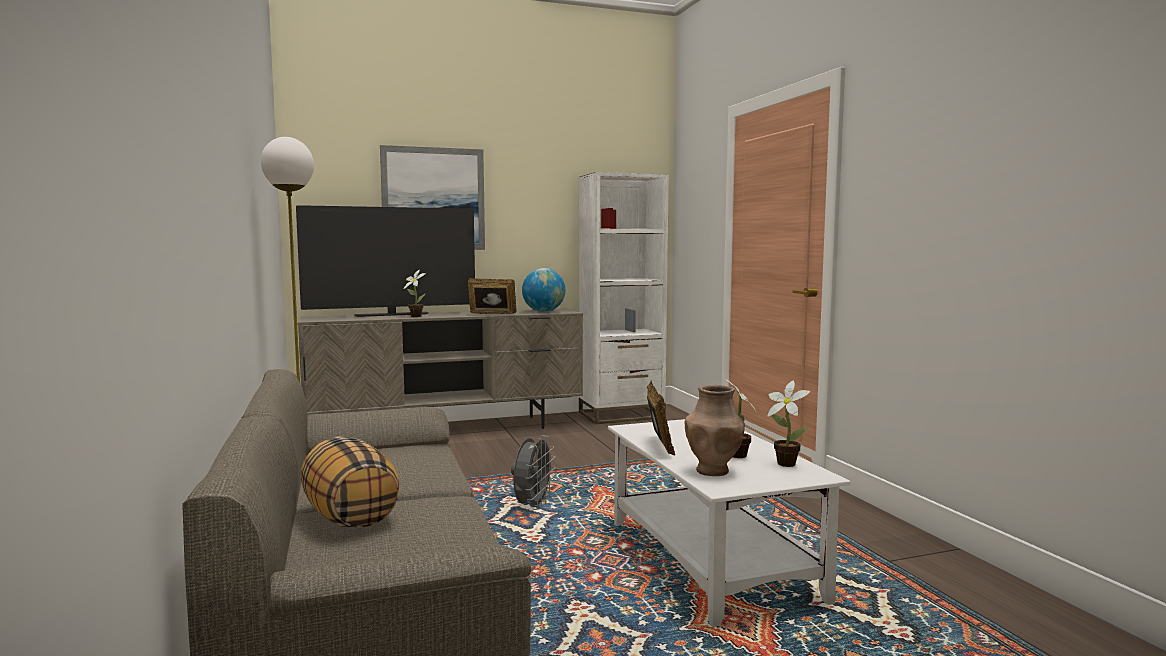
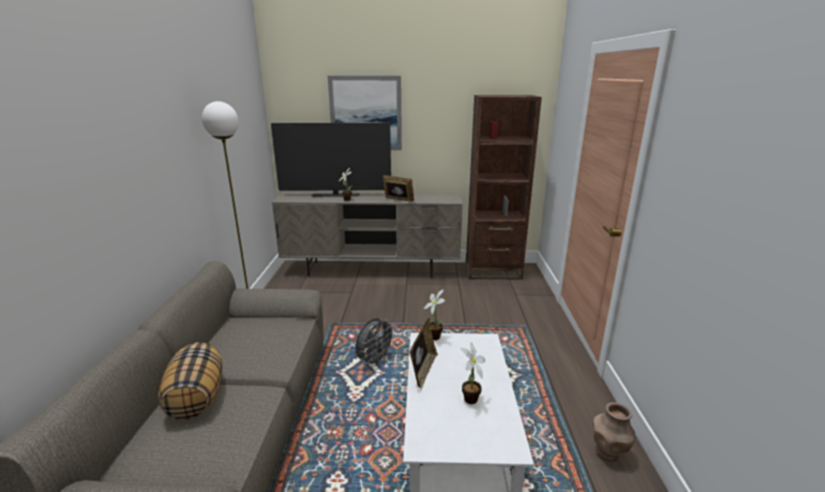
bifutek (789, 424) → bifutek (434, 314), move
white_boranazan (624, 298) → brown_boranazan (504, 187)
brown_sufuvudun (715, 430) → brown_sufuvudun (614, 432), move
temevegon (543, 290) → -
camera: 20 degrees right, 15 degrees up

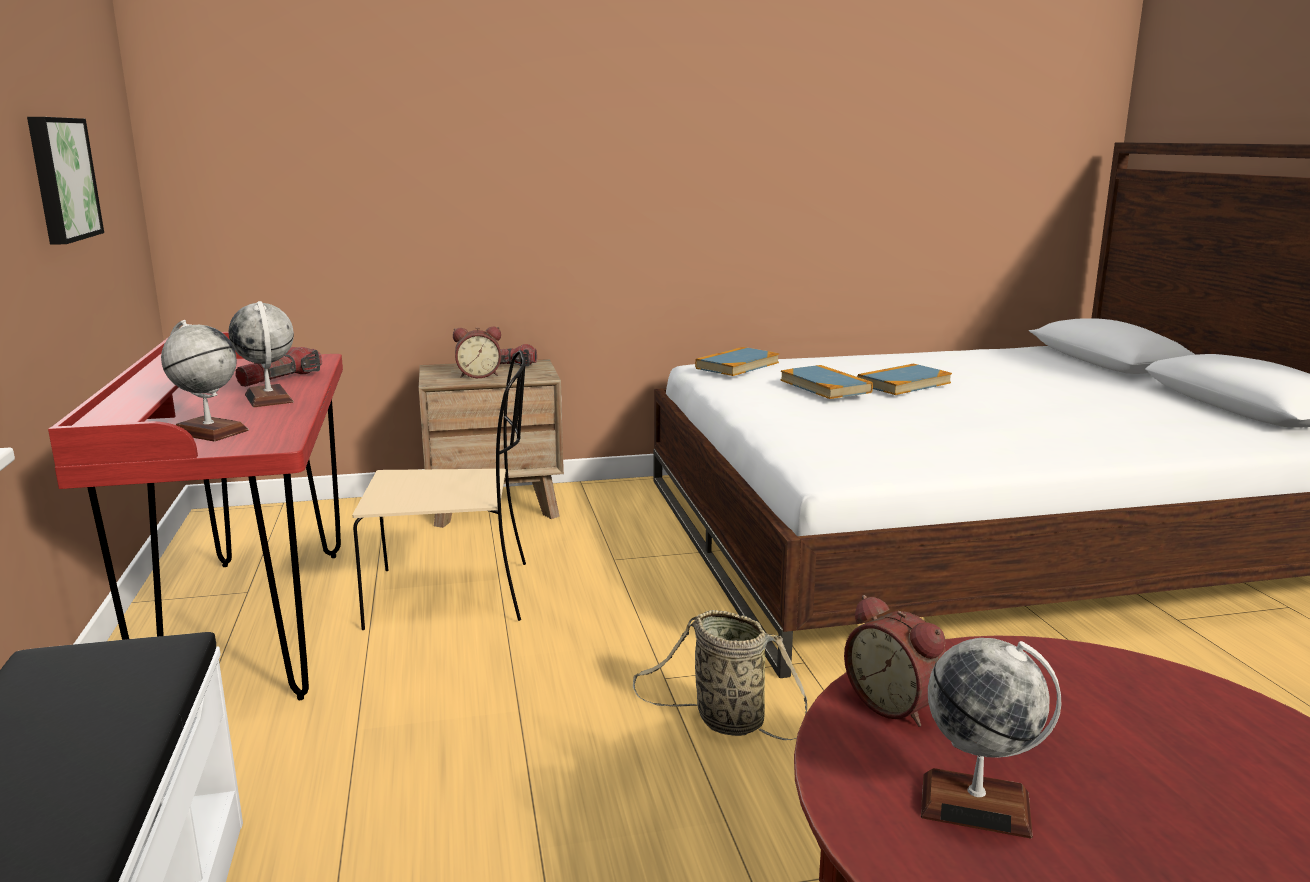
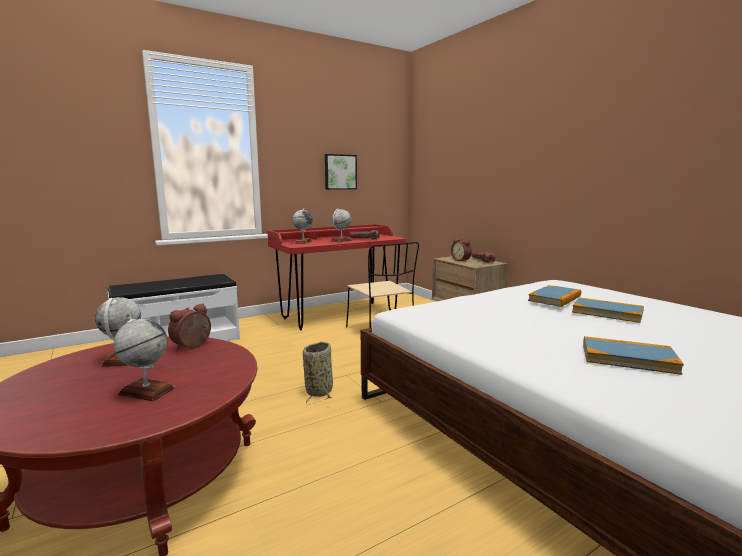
- → temevegon (144, 358)
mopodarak (737, 361) → mopodarak (633, 355), move
camera: 70 degrees right, 5 degrees down

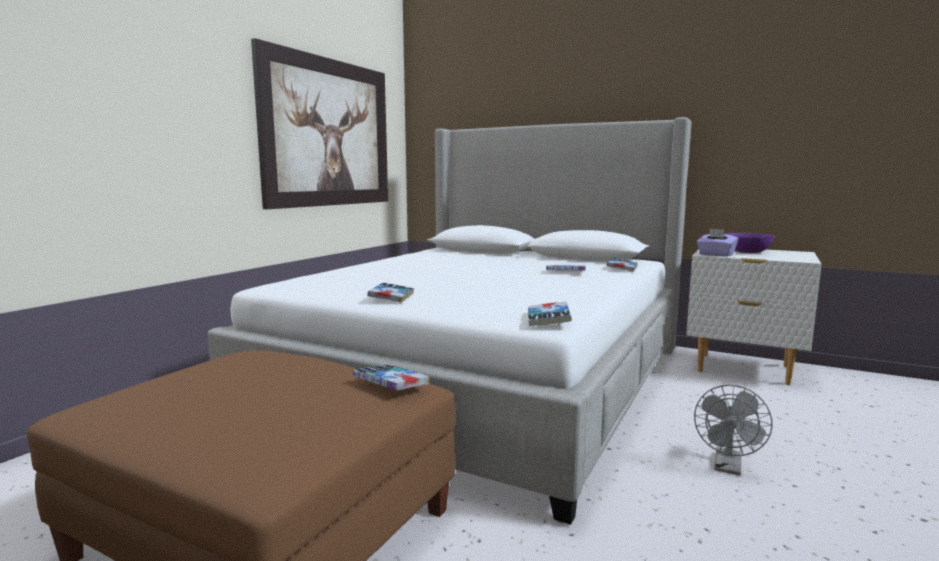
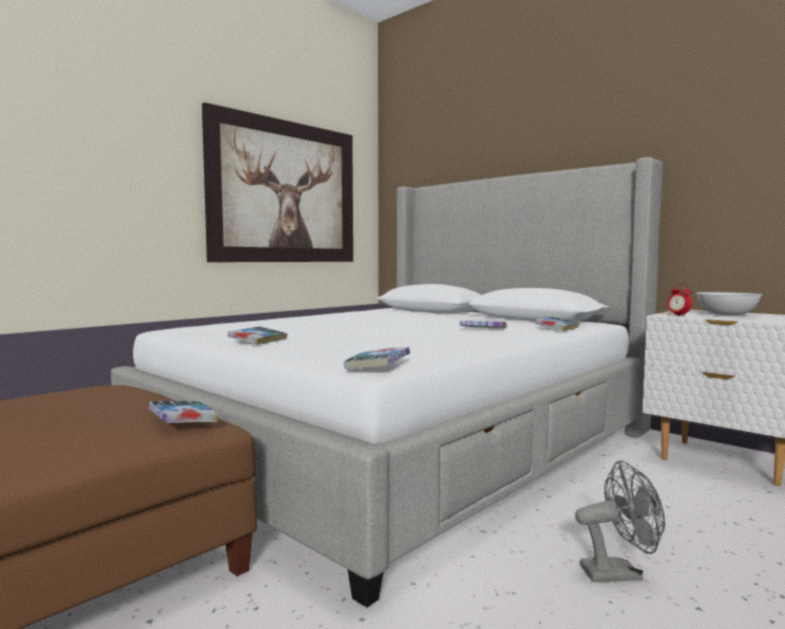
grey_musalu (733, 430) → grey_musalu (620, 521), 135 degrees counterclockwise
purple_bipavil (717, 242) → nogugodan (679, 300)
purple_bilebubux (750, 243) → white_bilebubux (729, 303)
camera: 15 degrees right, 5 degrees down

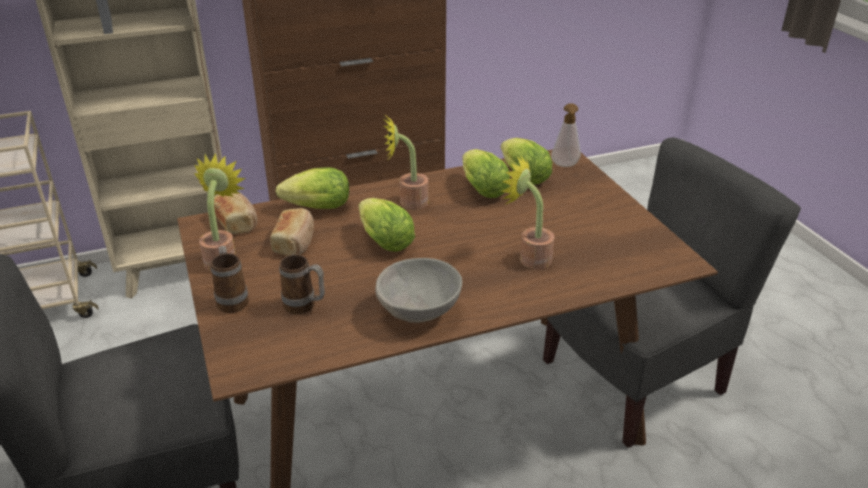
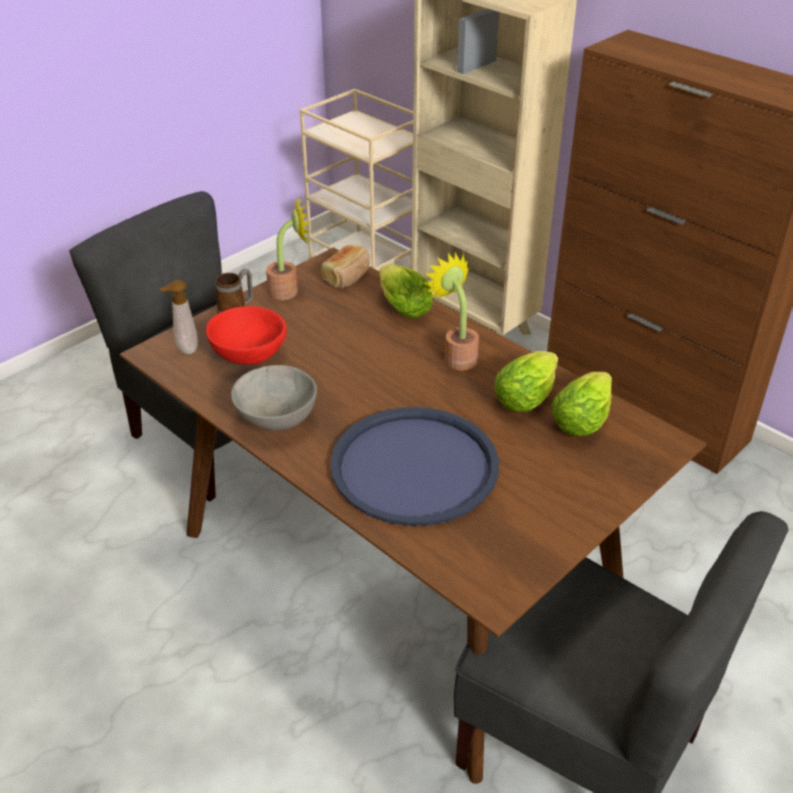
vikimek (566, 135) → vikimek (178, 317), move
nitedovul (302, 284) → red_bilebubux (246, 335)
bifutek (527, 213) → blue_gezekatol (414, 466)
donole (292, 232) → -
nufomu (387, 225) → -
camera: 65 degrees right, 5 degrees up

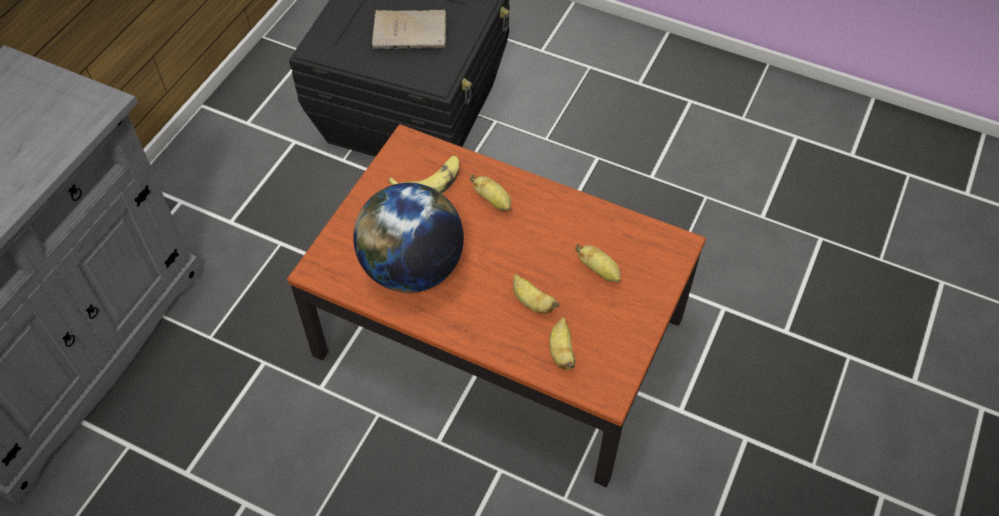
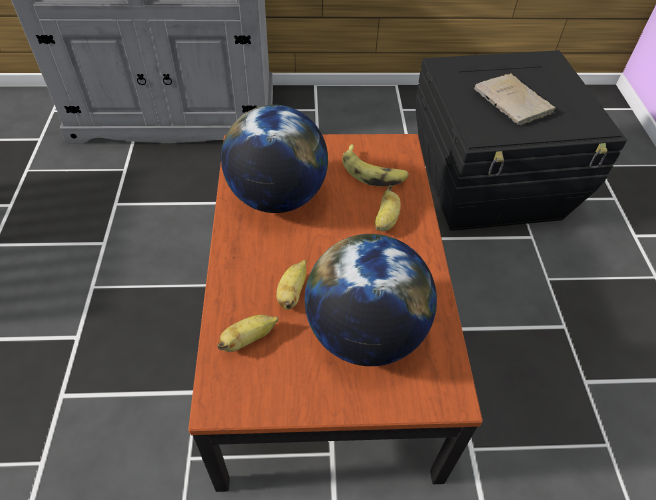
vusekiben (598, 263) → temevegon (371, 300)
camera: 60 degrees right, 5 degrees down

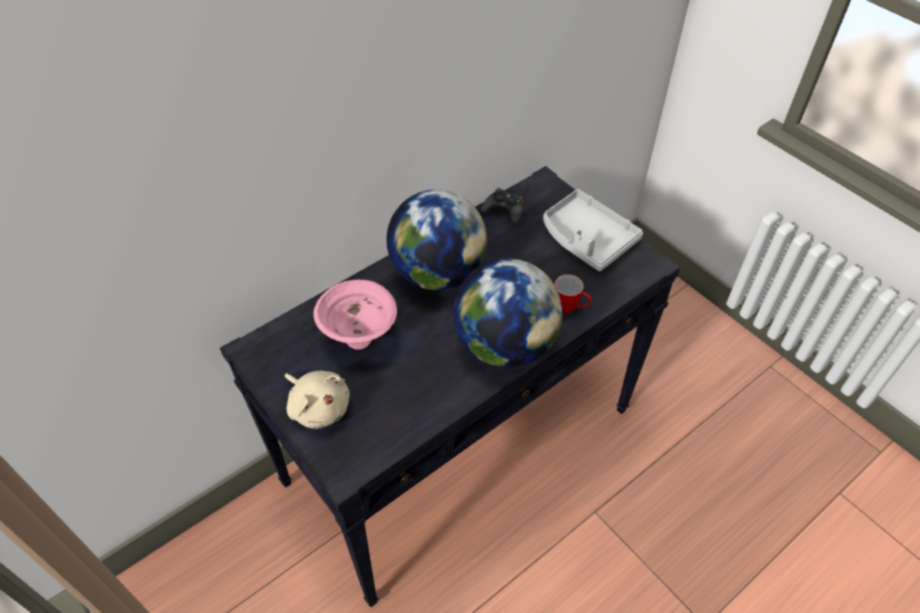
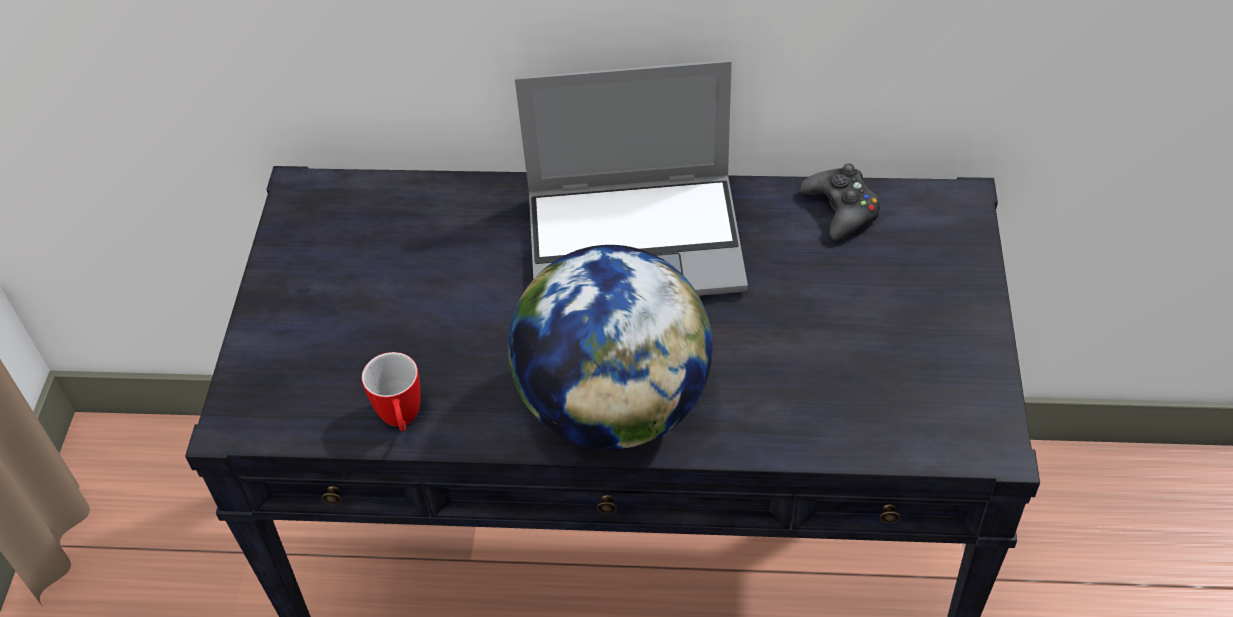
nitedovul (573, 293) → nitedovul (391, 391), move
temevegon (436, 239) → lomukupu (631, 178)
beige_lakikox (317, 400) → -
pink_bilebubux (355, 315) → -
grey_gezekatol (593, 230) → -
camera: 45 degrees right, 0 degrees up

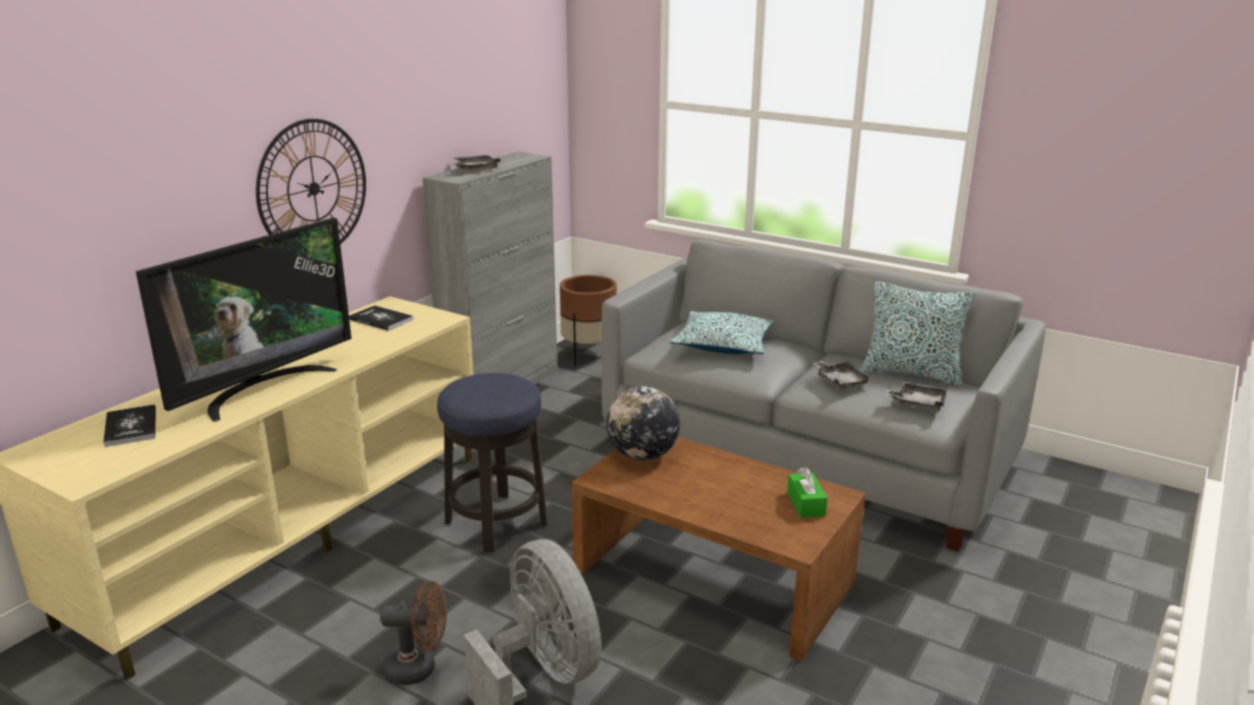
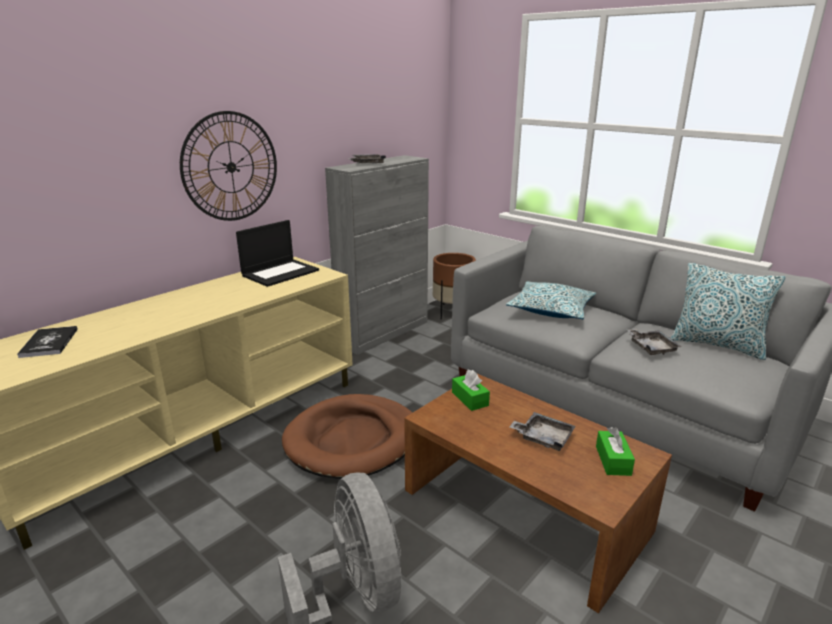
mopodarak (381, 318) → lomukupu (277, 253)
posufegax (492, 462) → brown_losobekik (347, 436)
temevegon (643, 423) → green_bipavil (471, 390)
grey_gezekatol (916, 396) → grey_gezekatol (542, 431), move
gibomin (244, 320) → -
brown_musalu (413, 633) → -
camera: 10 degrees right, 0 degrees up

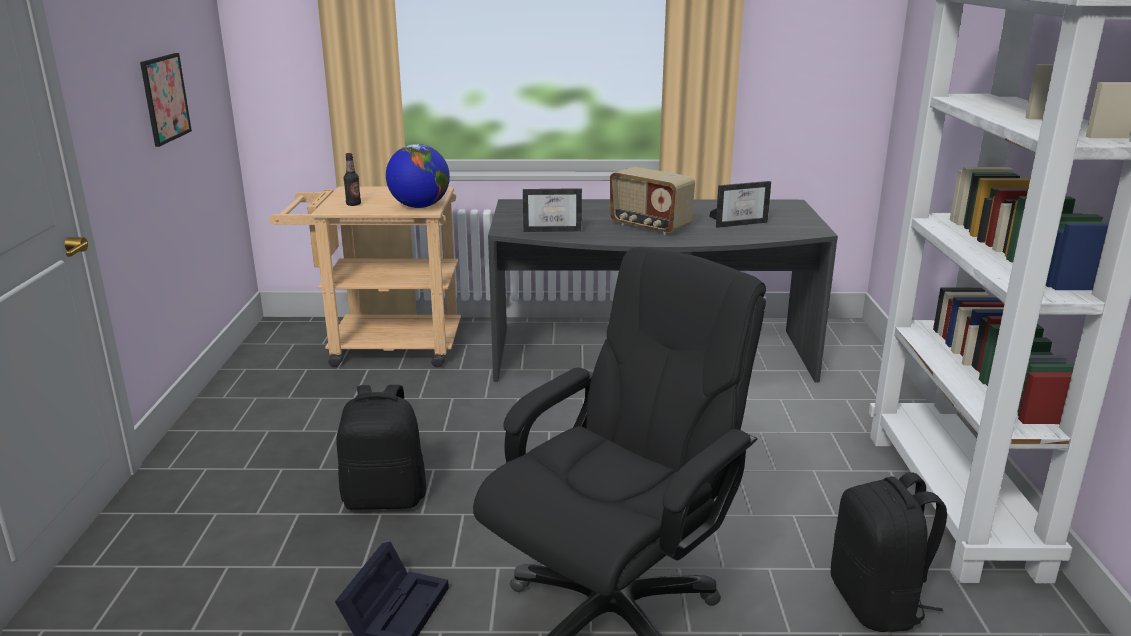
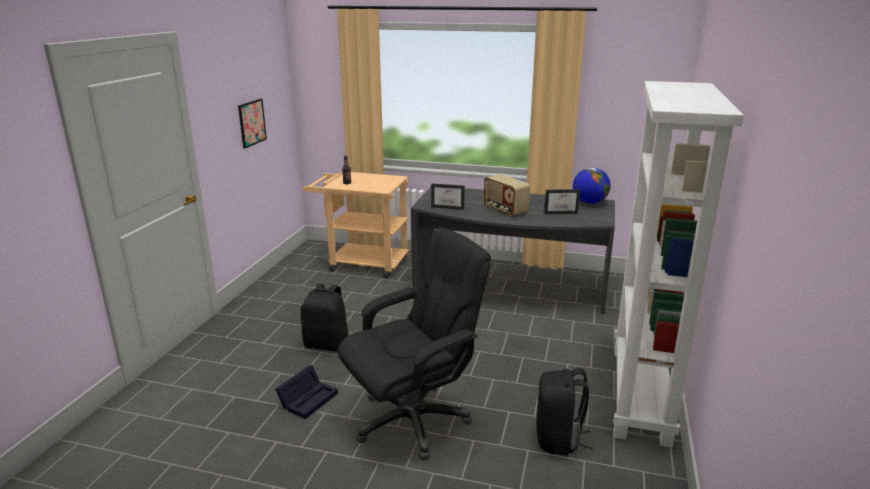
temevegon (418, 176) → temevegon (592, 185), move
camera: 15 degrees right, 0 degrees up

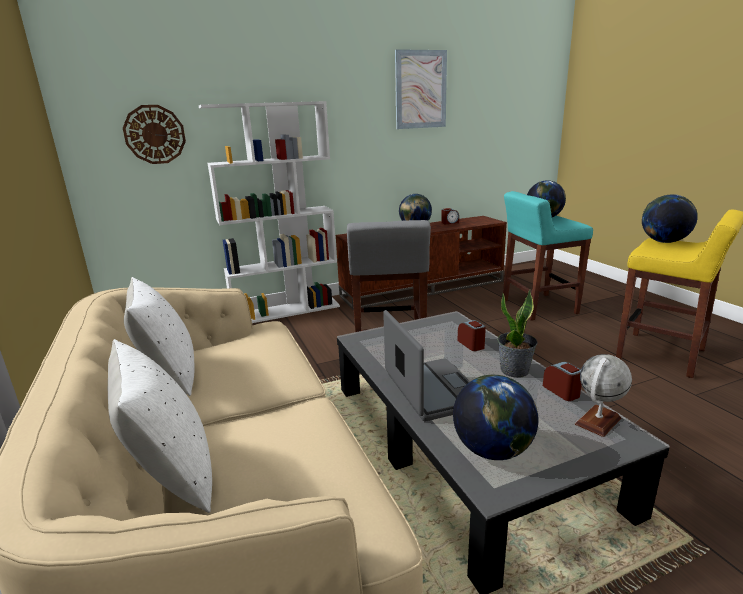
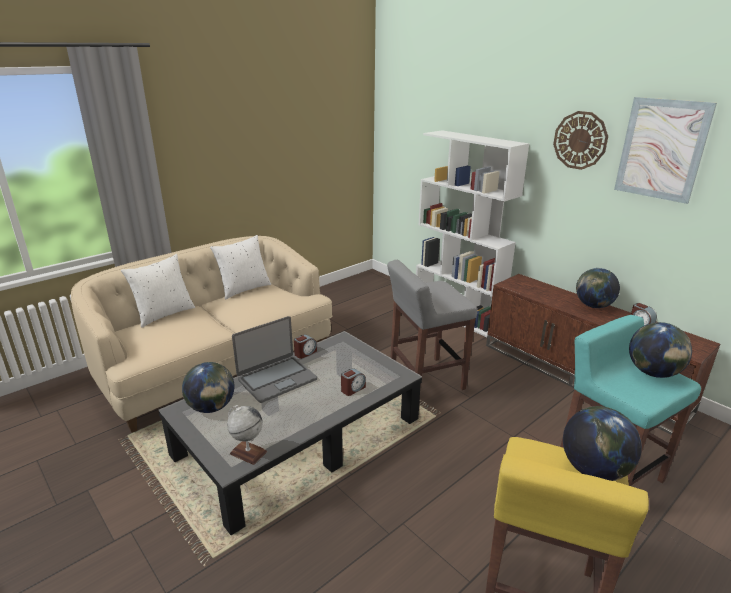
nogugodan (562, 381) → nogugodan (305, 347), move
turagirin (154, 134) → turagirin (580, 140), move
bifutek (518, 333) → -
camera: 70 degrees right, 5 degrees up

